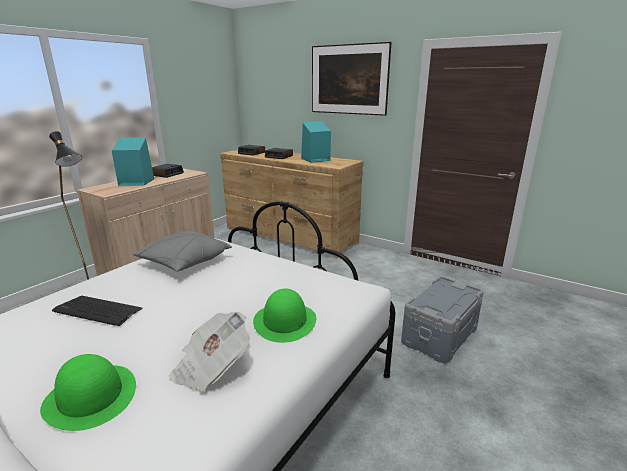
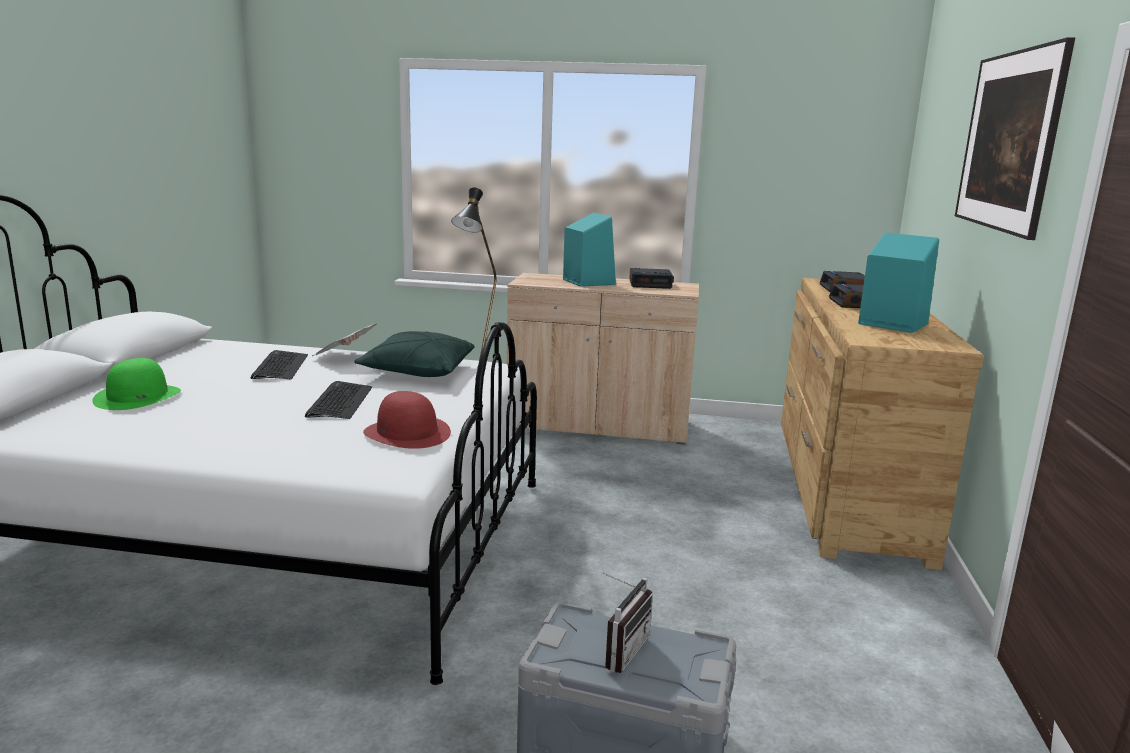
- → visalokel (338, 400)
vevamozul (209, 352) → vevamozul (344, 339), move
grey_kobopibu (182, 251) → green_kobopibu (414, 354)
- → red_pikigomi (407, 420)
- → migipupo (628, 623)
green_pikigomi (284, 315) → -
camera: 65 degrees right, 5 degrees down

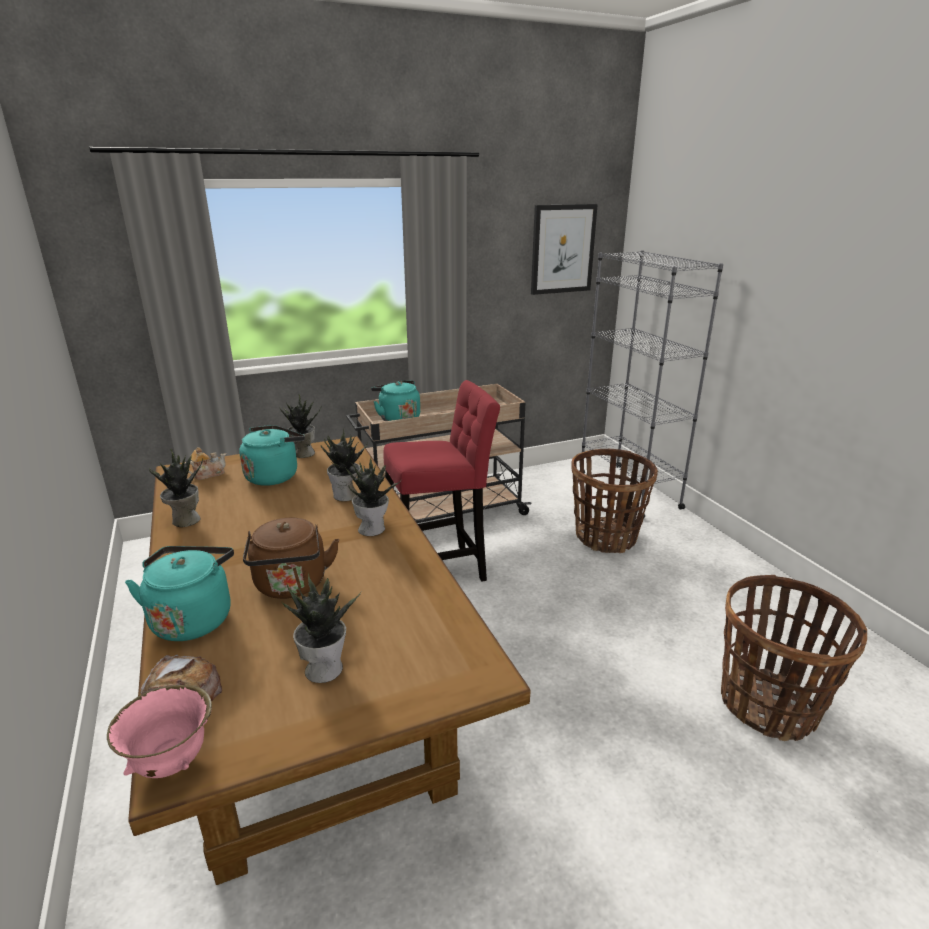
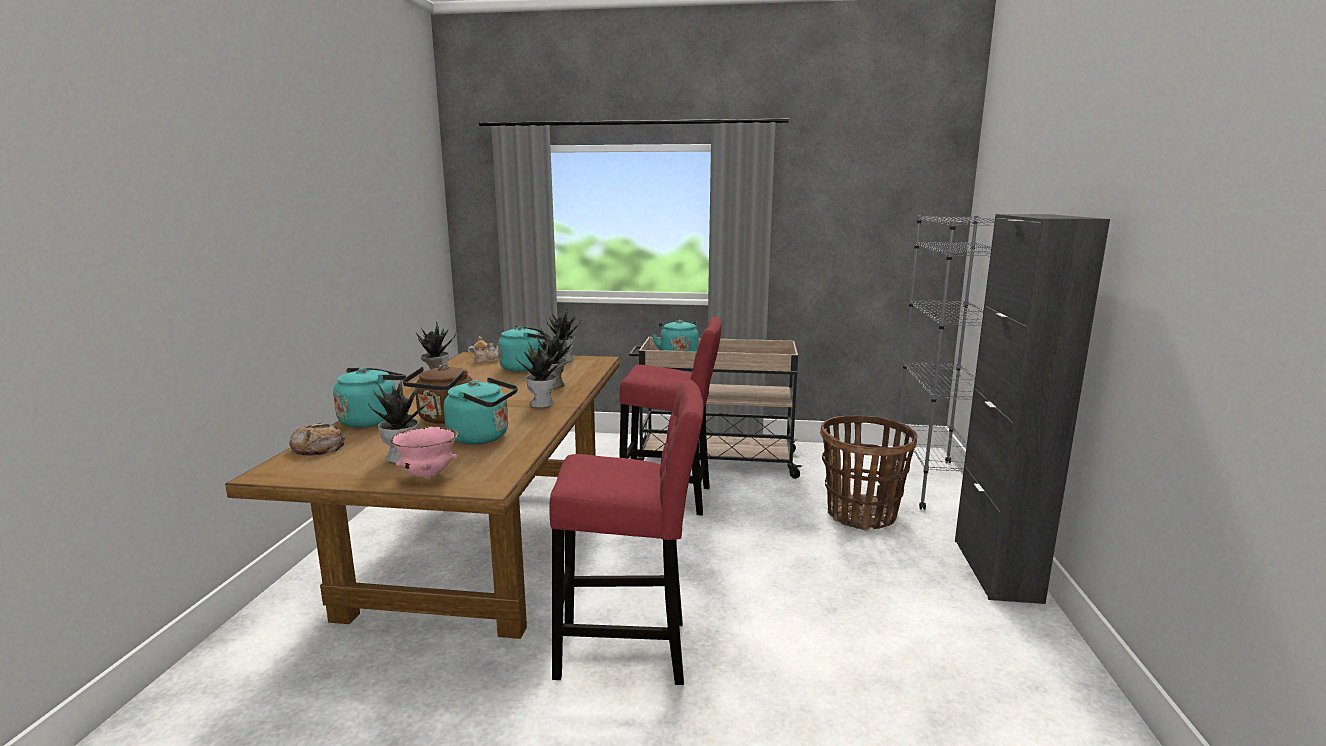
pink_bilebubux (159, 731) → pink_bilebubux (424, 452), move
- → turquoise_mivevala (481, 410)
- → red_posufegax (626, 532)
- → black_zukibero (1032, 409)
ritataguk (564, 249) → -
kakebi (794, 658) → -
camera: 30 degrees right, 10 degrees down

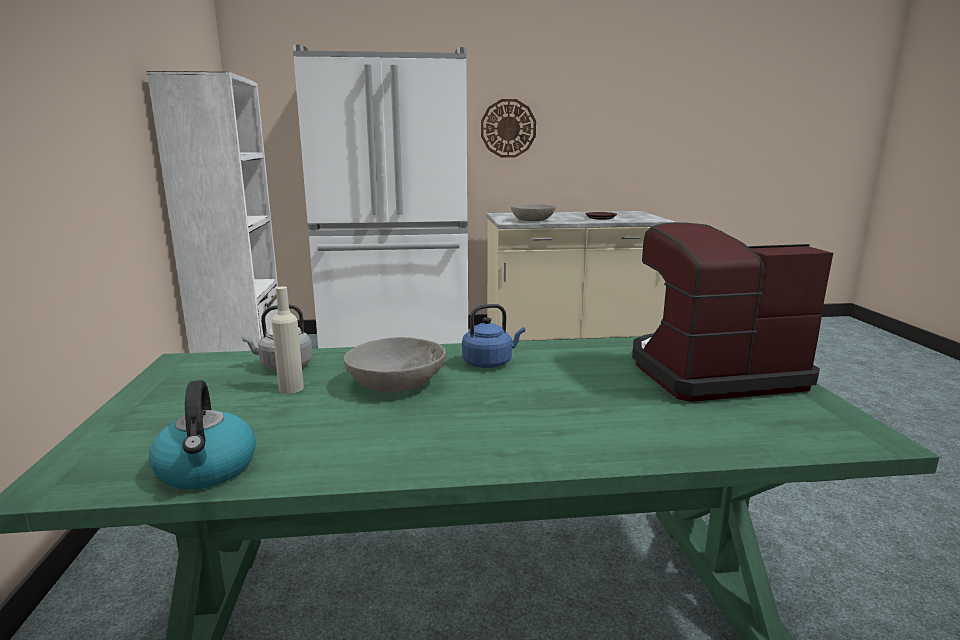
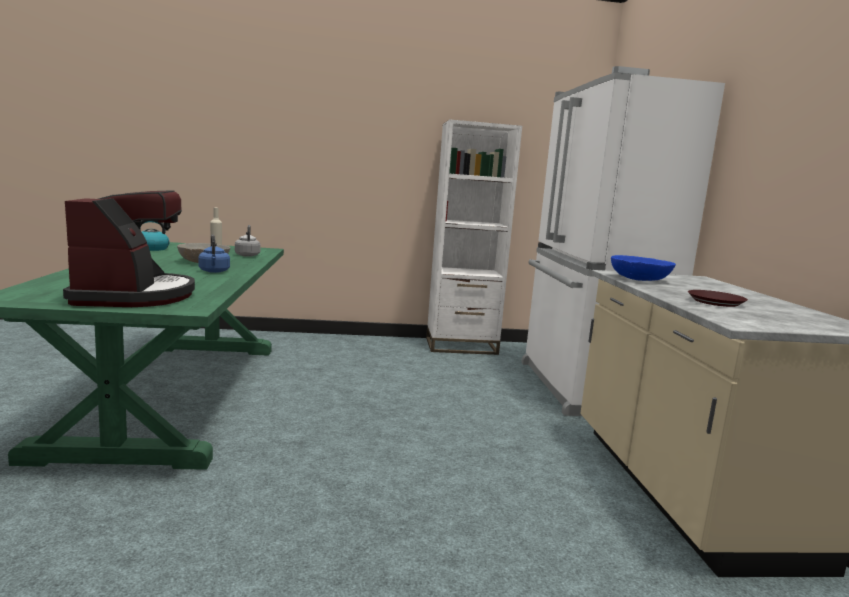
grey_bilebubux (533, 212) → blue_bilebubux (643, 268)
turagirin (508, 128) → -
camera: 90 degrees right, 5 degrees down

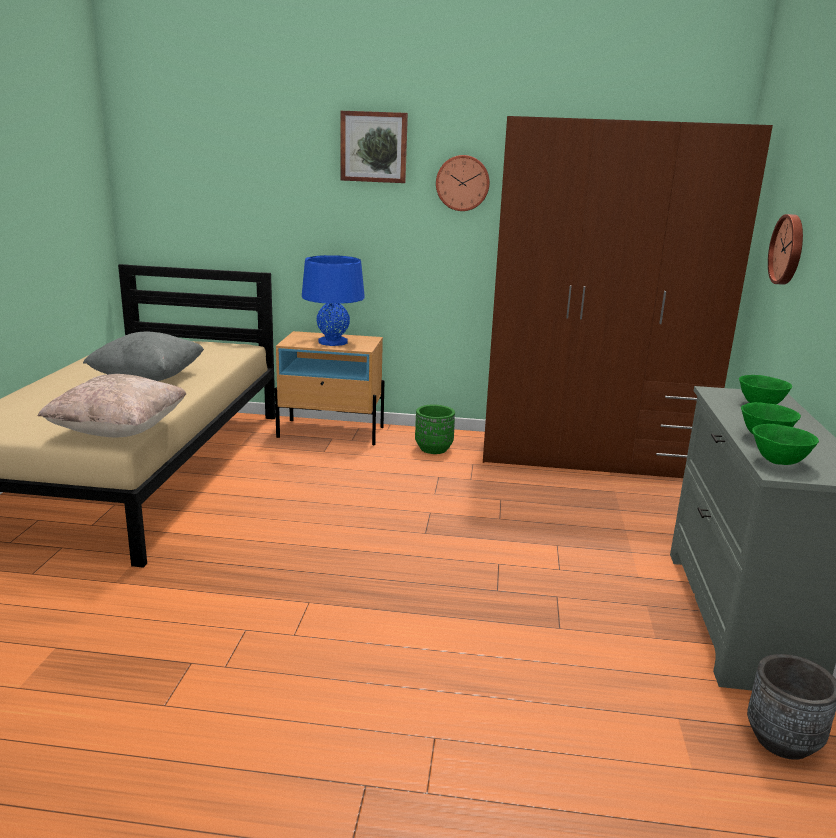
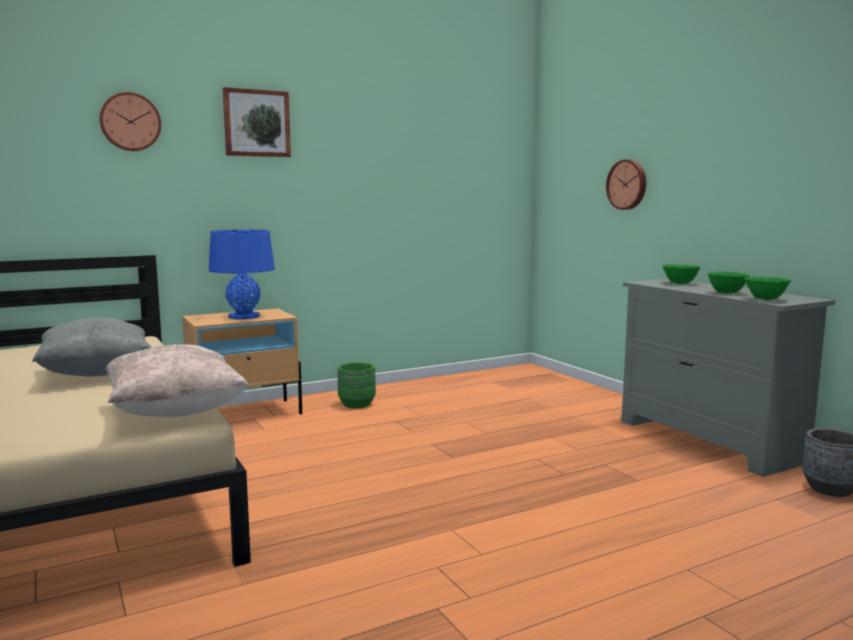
turagirin (463, 183) → turagirin (130, 121), move
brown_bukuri (628, 297) → -
camera: 35 degrees left, 10 degrees down

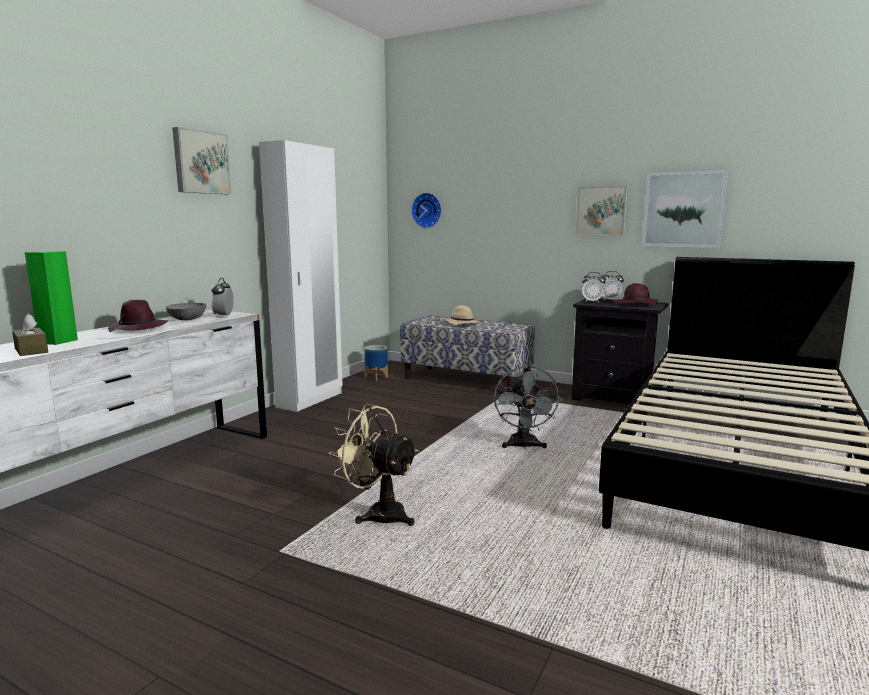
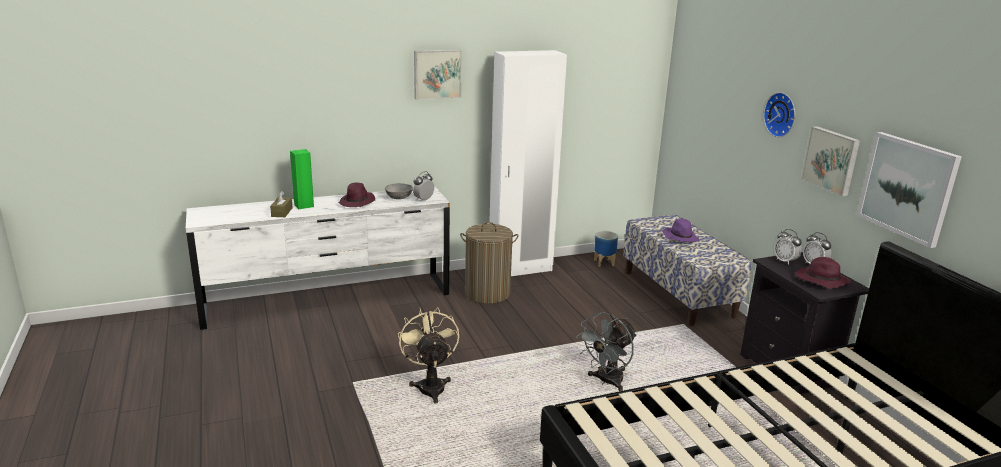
- → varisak (489, 263)
beige_pikigomi (462, 315) → purple_pikigomi (681, 230)
turagirin (426, 210) → turagirin (779, 114), move
camera: 40 degrees right, 10 degrees up

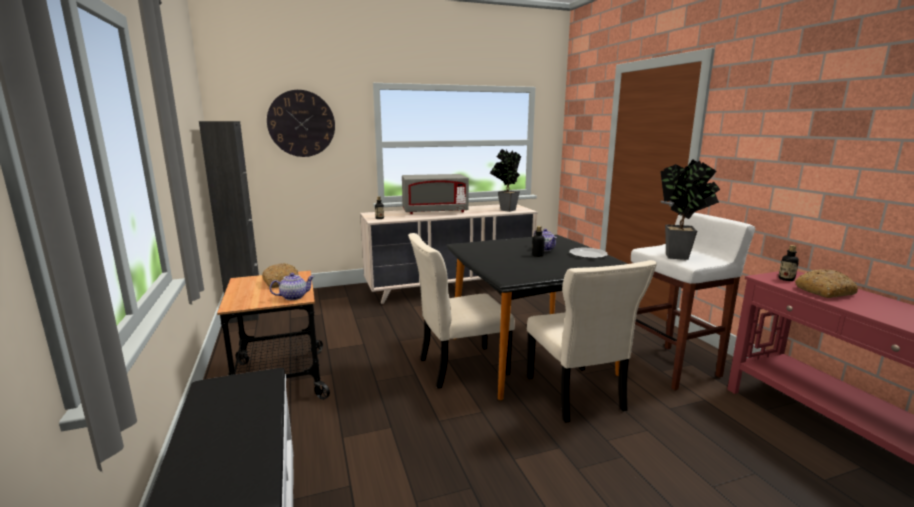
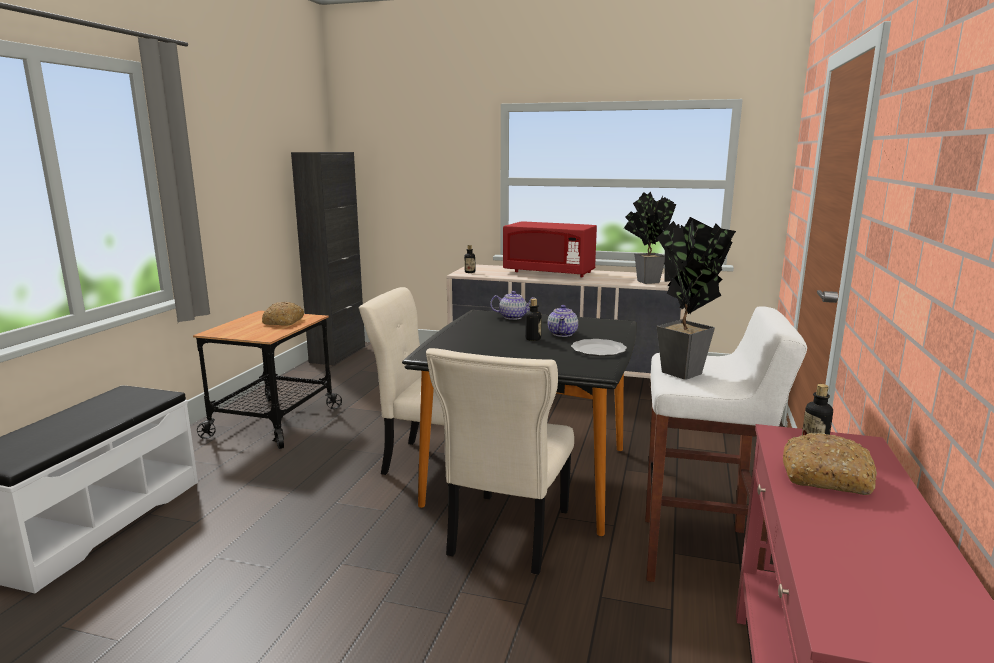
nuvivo (292, 286) → nuvivo (513, 305), move
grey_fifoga (435, 194) → red_fifoga (550, 249)
turagirin (301, 123) → -
camera: 35 degrees right, 0 degrees up

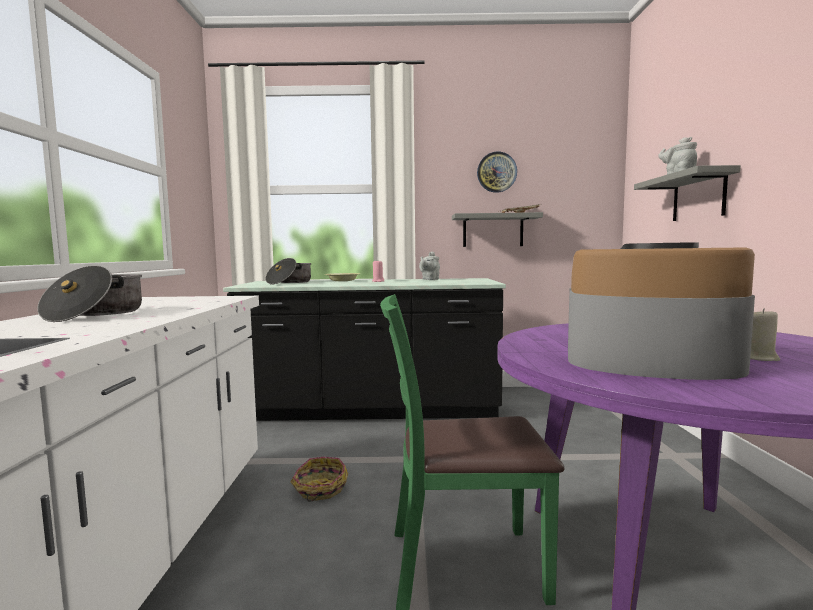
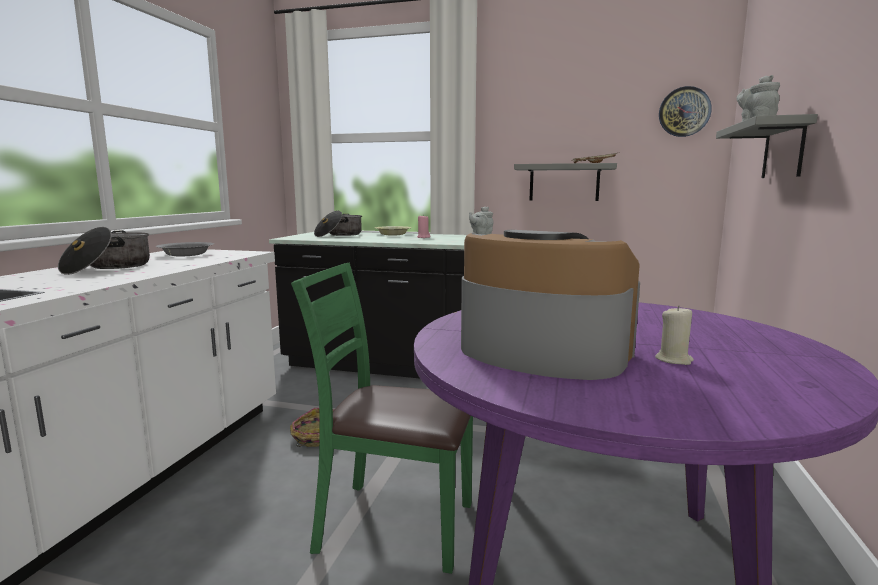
- → grey_bilebubux (185, 249)
turagirin (497, 172) → turagirin (685, 111), move
camera: 15 degrees right, 5 degrees up

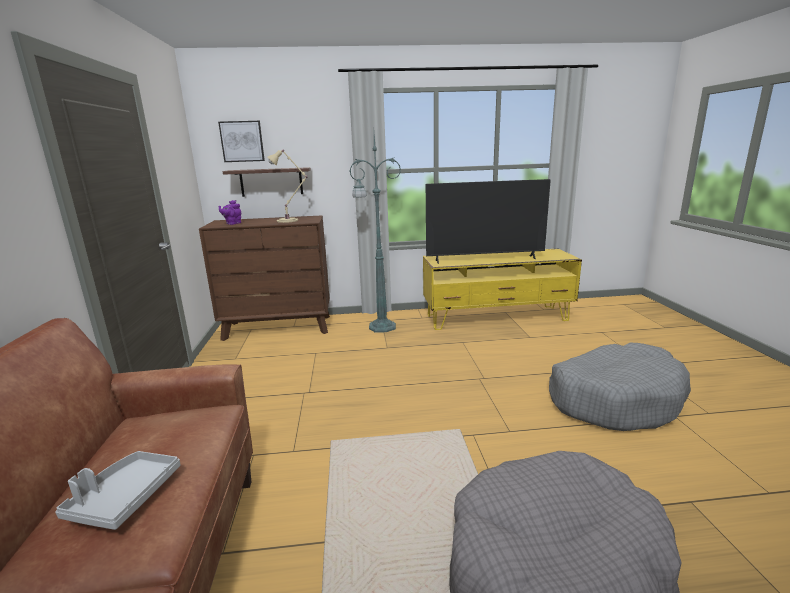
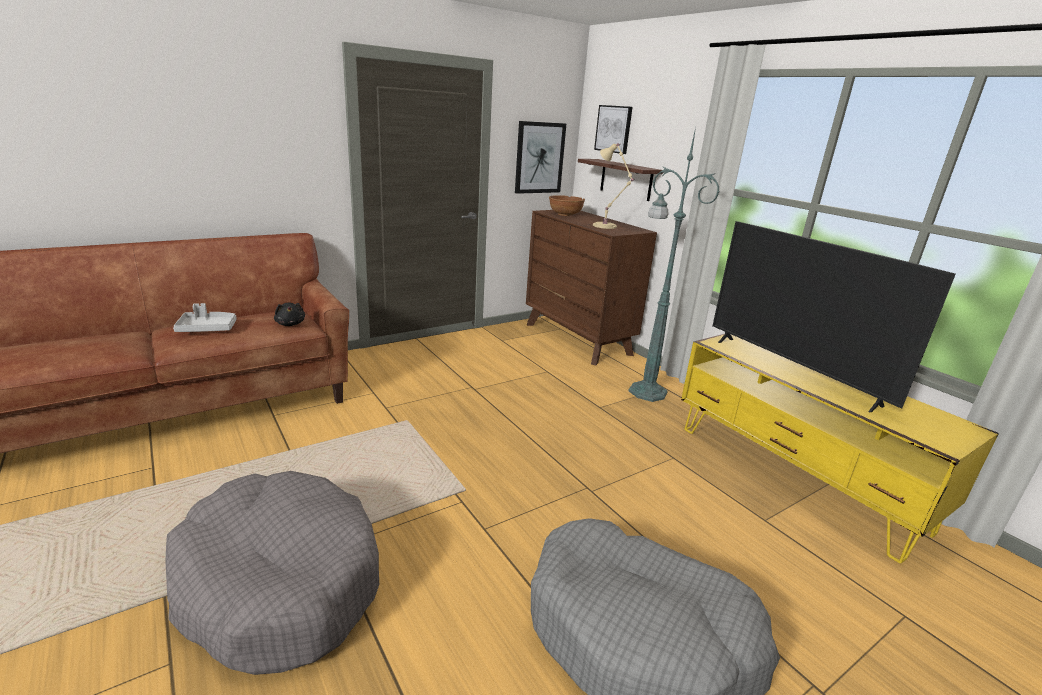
- → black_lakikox (289, 314)
- → ritataguk (540, 157)
purple_nuvivo (230, 212) → brown_bilebubux (567, 205)
camera: 60 degrees right, 5 degrees up

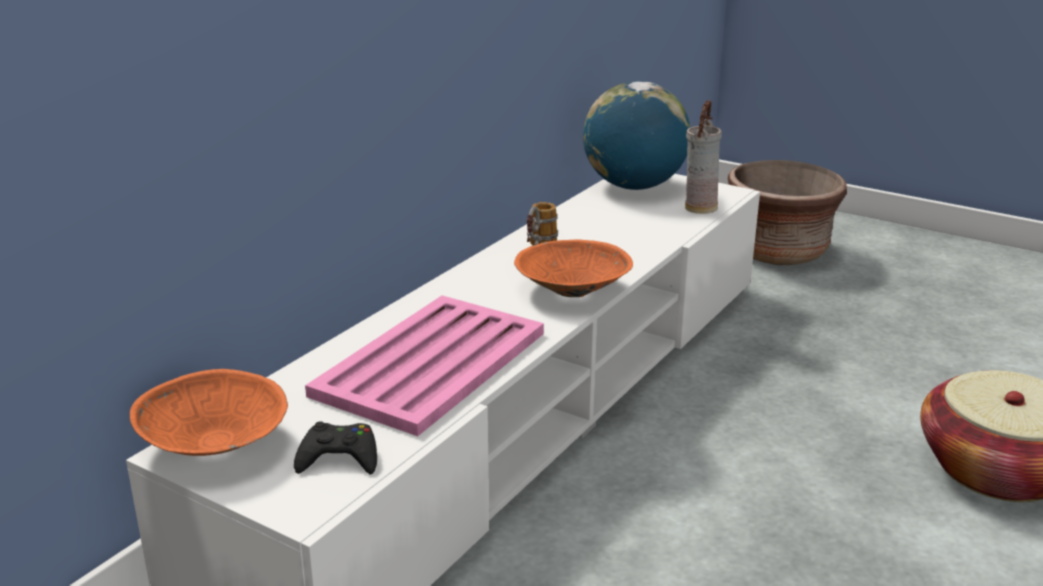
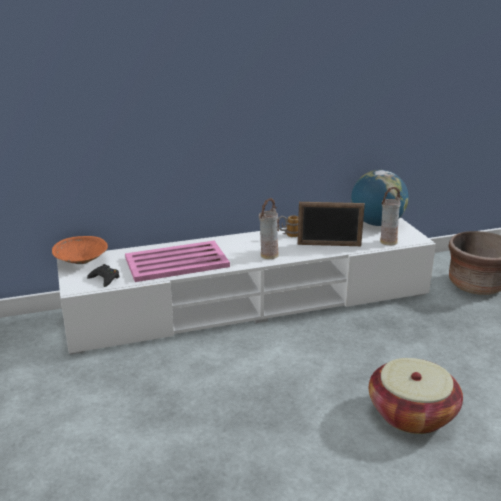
orange_bilebubux (573, 268) → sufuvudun (269, 228)
- → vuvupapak (331, 224)
camera: 40 degrees right, 0 degrees up

